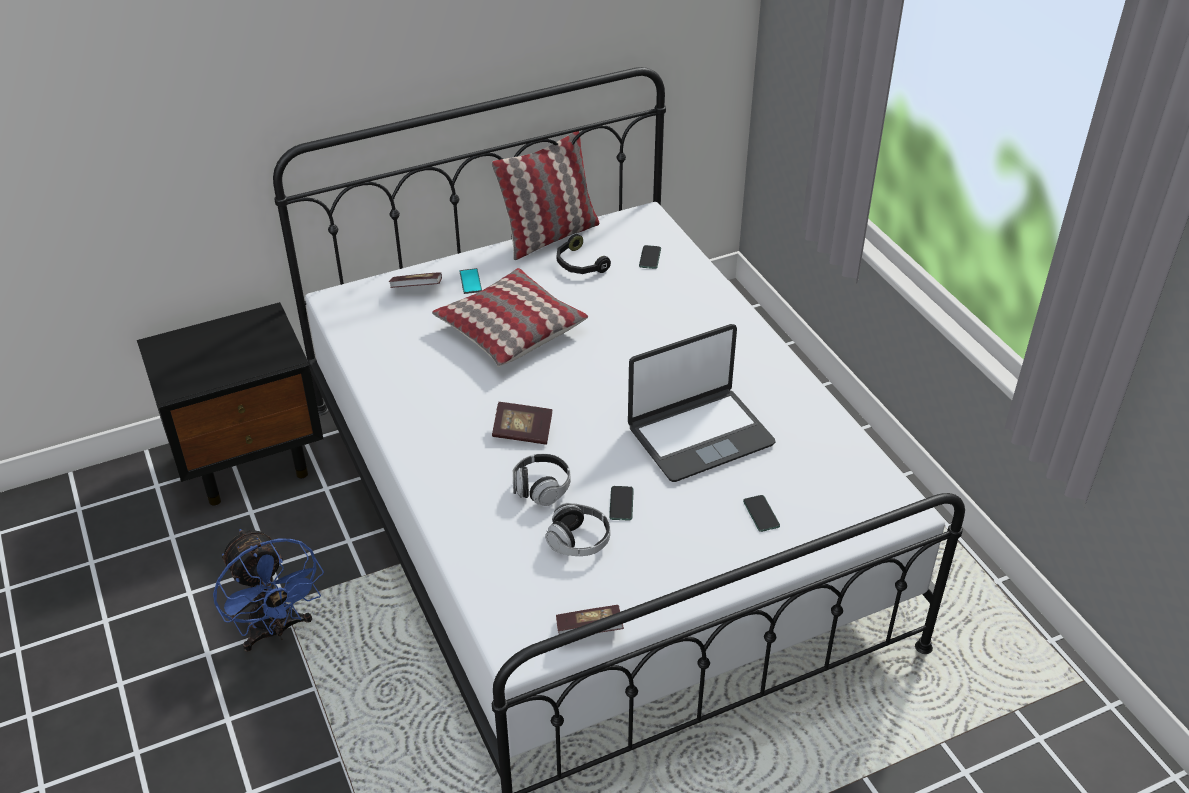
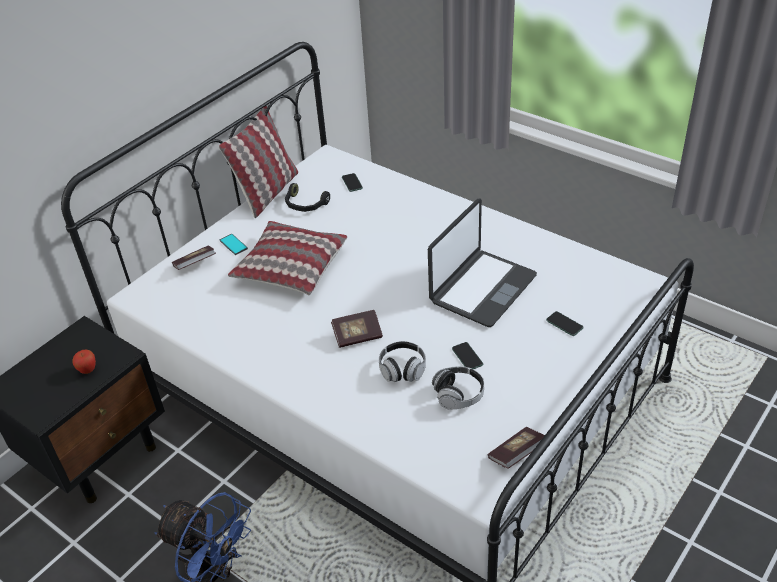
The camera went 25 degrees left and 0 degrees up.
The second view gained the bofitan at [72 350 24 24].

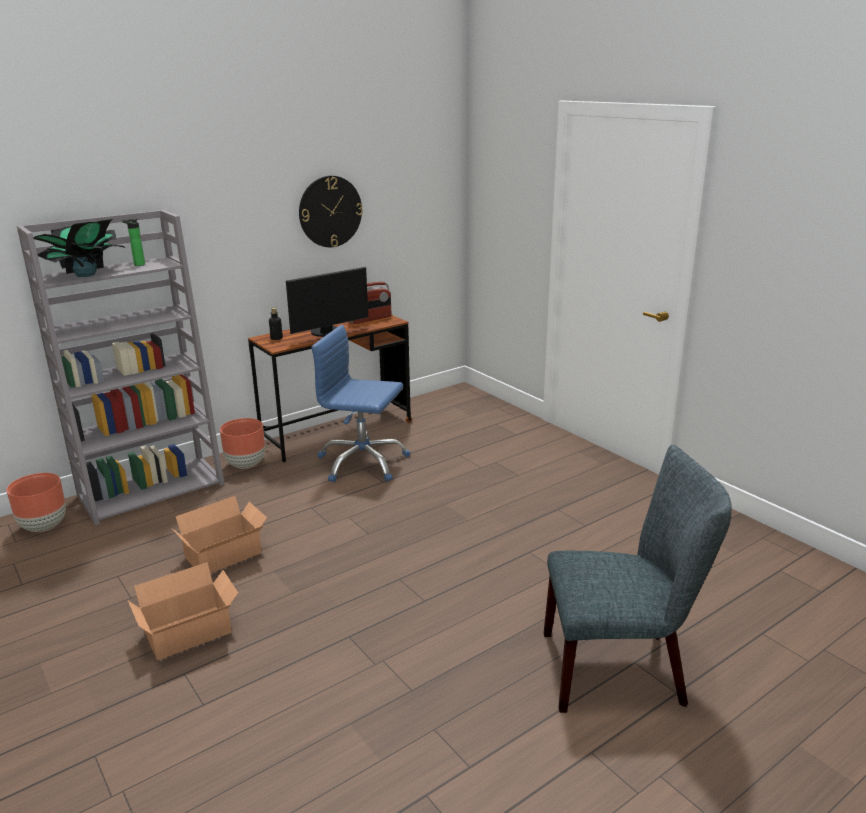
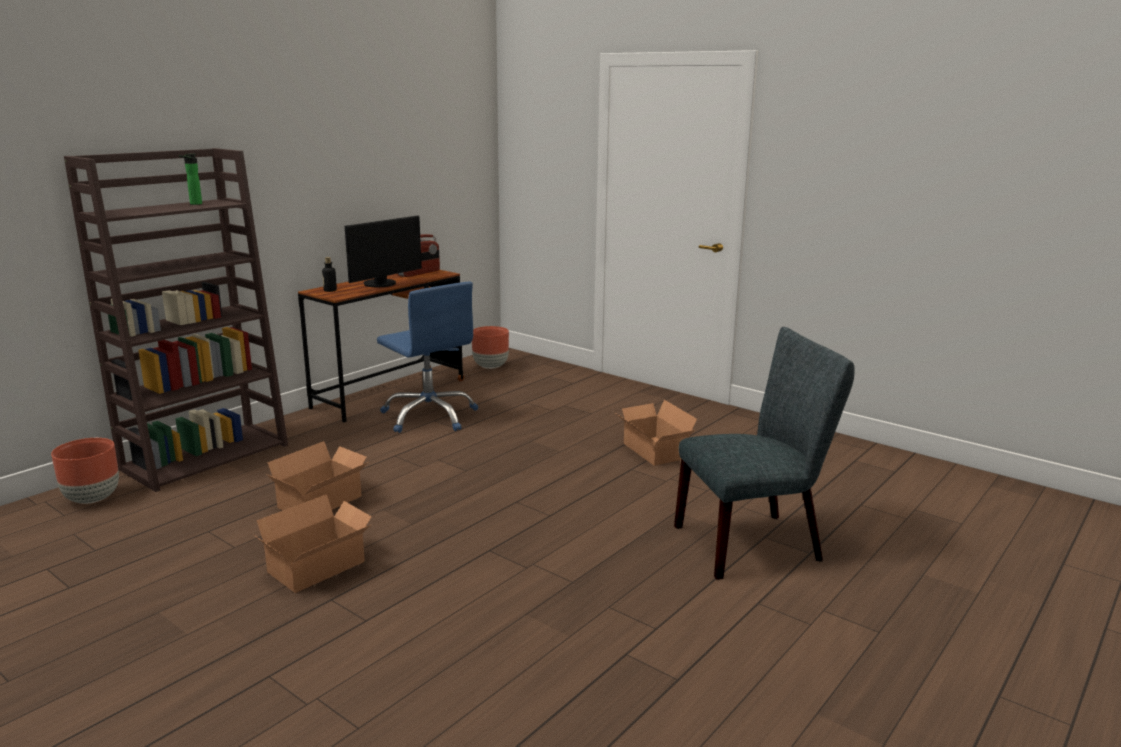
The camera went 15 degrees left and 5 degrees down.
What was the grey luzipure at [17 210 207 315] turned into the brown luzipure at [64 148 224 344].
The second view lost the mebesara at [34 219 92 58].
The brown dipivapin ended up elsewhere, having gone from [220 418 45 50] to [472 326 37 43].
The second view lost the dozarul at [299 176 64 71].
The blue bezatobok at [311 325 100 157] ended up facing another way, 135 degrees counterclockwise from before.
The second view gained the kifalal at [614 400 83 66].

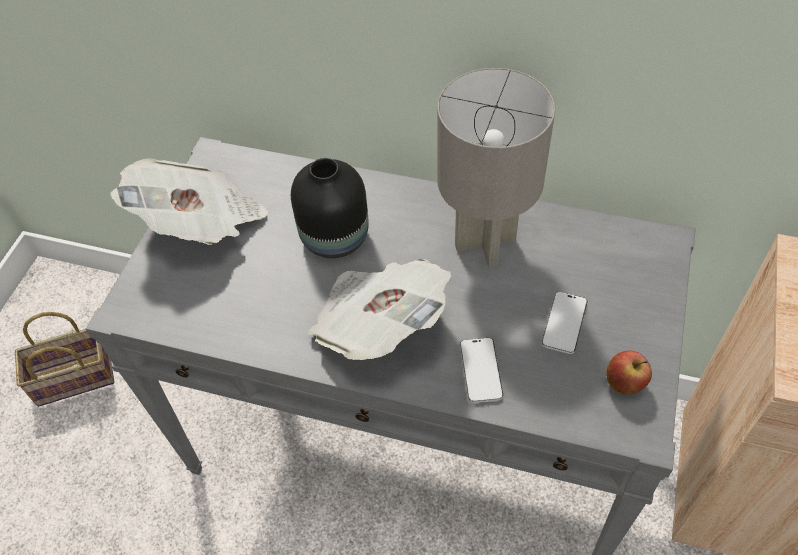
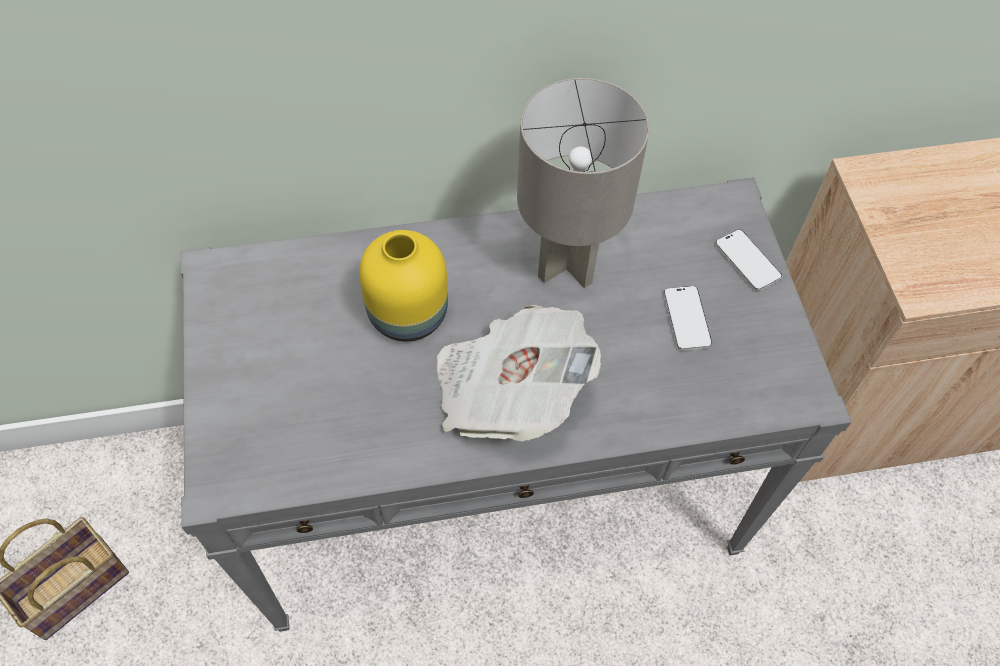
The camera went 30 degrees left and 5 degrees up.
The second view lost the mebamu at [110 158 158 87].
What was the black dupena at [291 158 78 100] turned into the yellow dupena at [359 230 89 111].
The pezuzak ended up elsewhere, having gone from [460 337 43 66] to [715 229 67 62].
The second view lost the bofitan at [606 350 46 45].

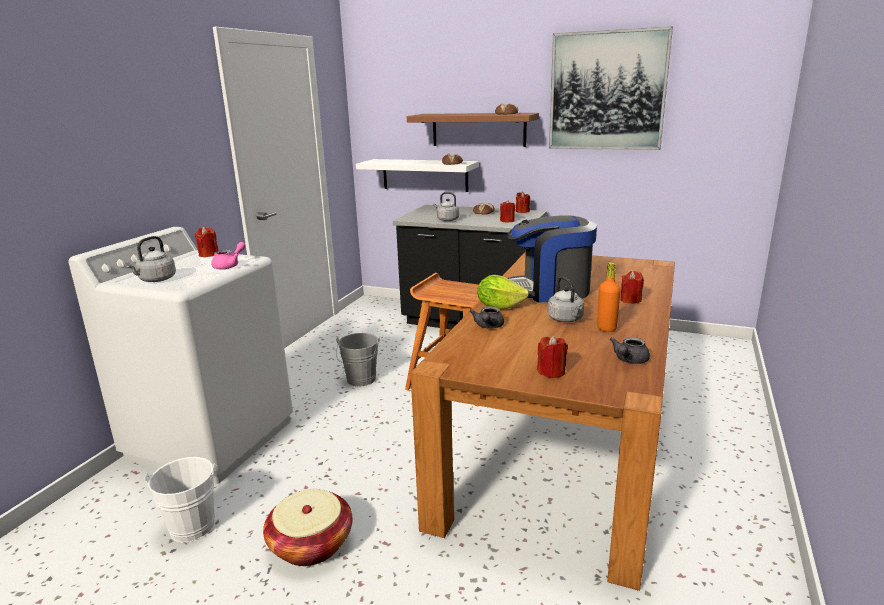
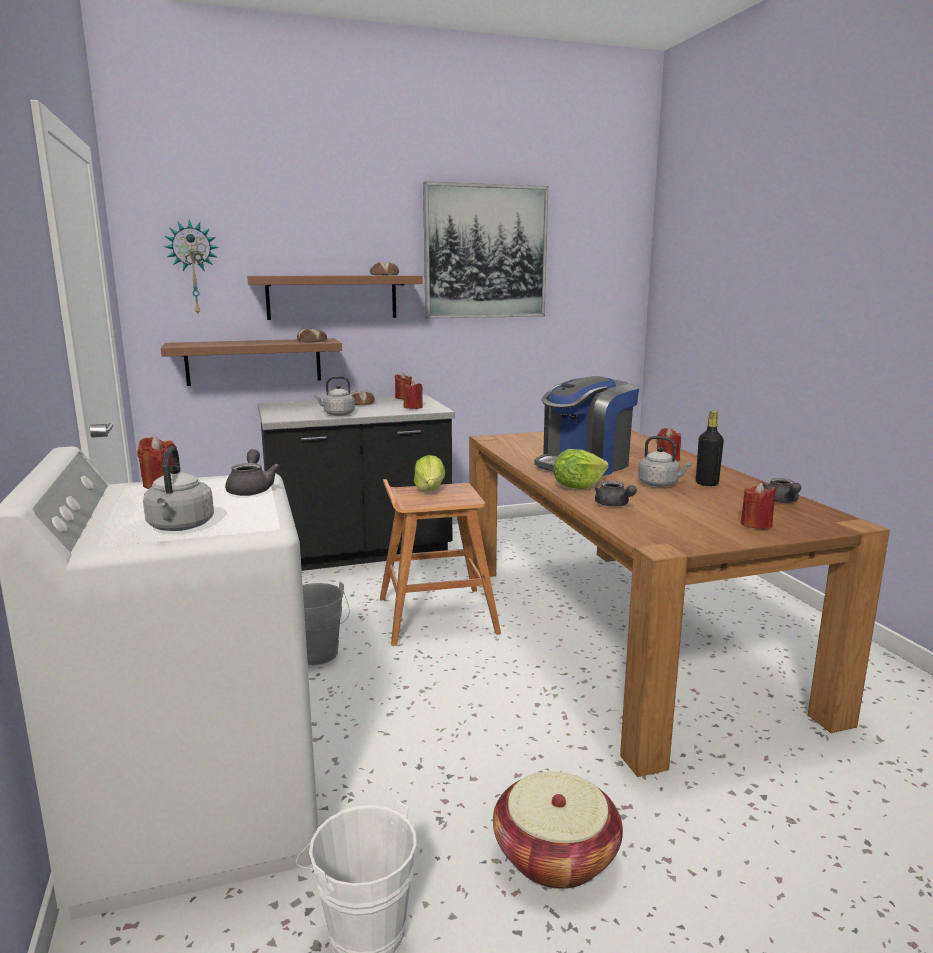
The camera went 40 degrees left and 5 degrees down.
What was the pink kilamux at [211 242 35 27] turned into the grey kilamux at [225 449 55 47].
What was the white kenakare at [356 159 123 33] turned into the brown kenakare at [161 338 181 48].
What was the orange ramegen at [597 262 24 70] turned into the black ramegen at [696 411 28 75].
The second view gained the dozarul at [164 220 55 94].
The second view gained the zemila at [414 455 31 36].

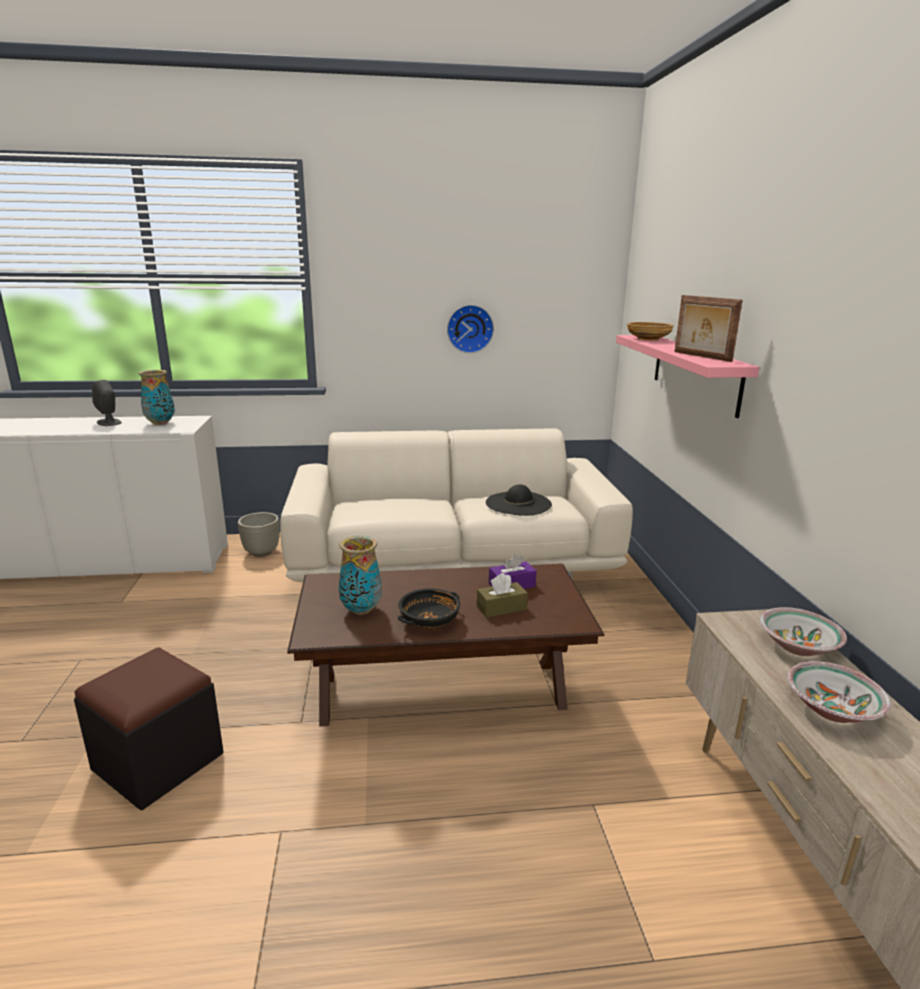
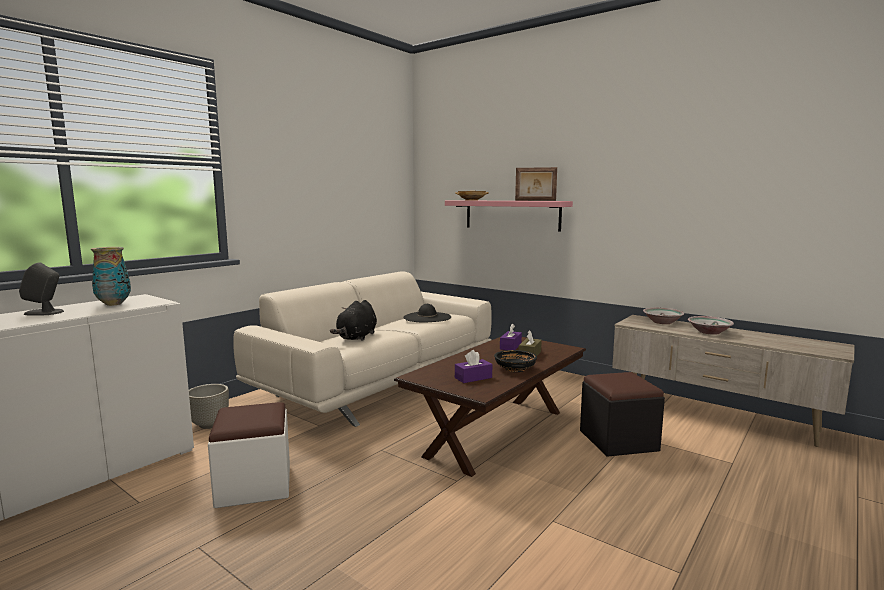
The camera went 45 degrees left and 10 degrees down.
The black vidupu ended up elsewhere, having gone from [74 648 150 162] to [580 372 85 85].
Where the dupena stood at [339 536 43 79], the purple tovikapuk came to stand at [455 350 37 33].
The second view lost the dozarul at [447 305 47 48].
The second view gained the white vidupu at [208 402 82 106].
The second view gained the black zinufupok at [330 300 47 41].

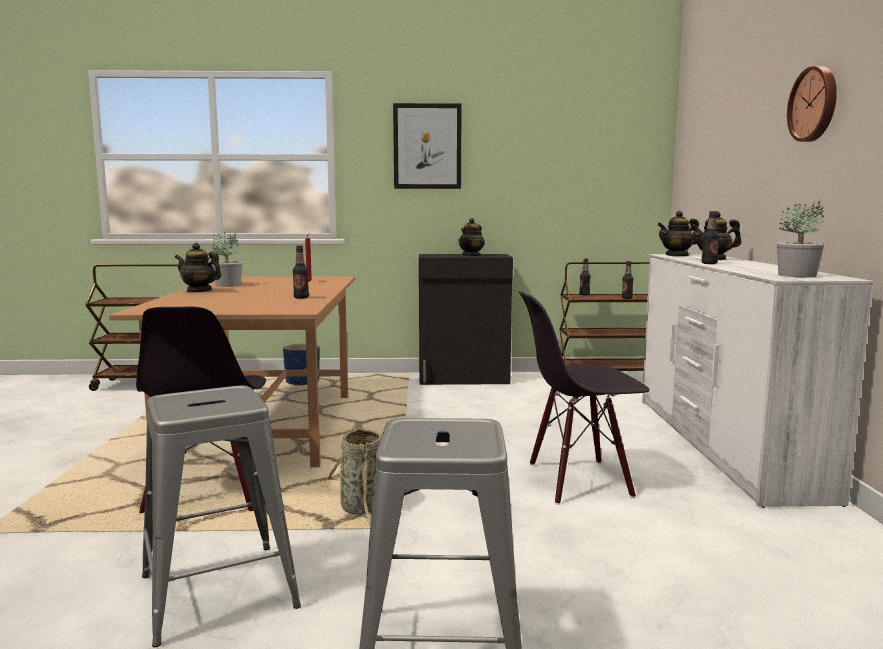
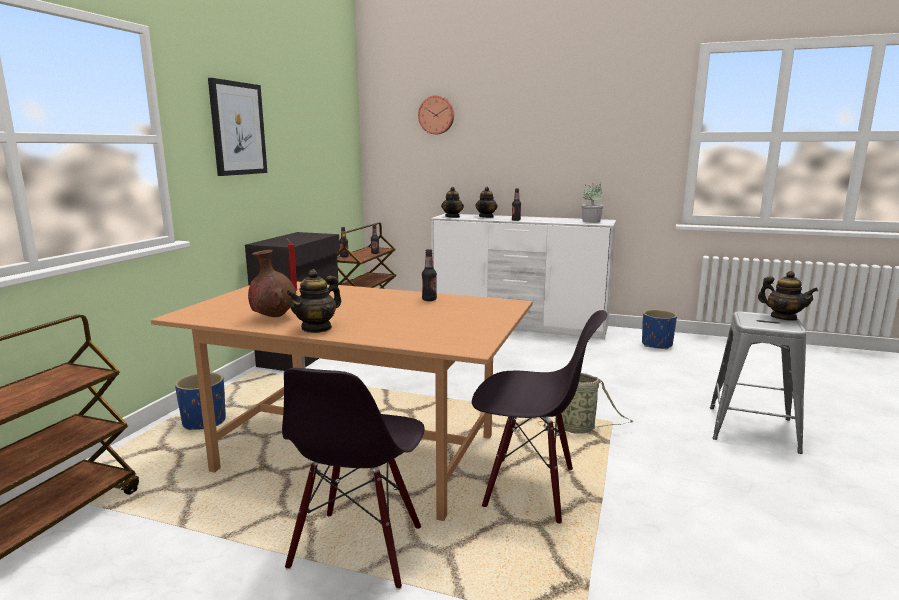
The camera went 70 degrees left and 5 degrees up.
The second view lost the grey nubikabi at [142 385 159 262].
Where the mebesara stood at [212 232 31 55], the brown dupena came to stand at [248 250 48 67].
The kilamux ended up elsewhere, having gone from [458 218 27 39] to [758 271 60 50].
The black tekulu ended up elsewhere, having gone from [519 292 130 213] to [282 368 143 222].
The dozarul ended up elsewhere, having gone from [787 66 50 76] to [418 96 36 38].
The second view gained the blue dipivapin at [642 310 35 40].

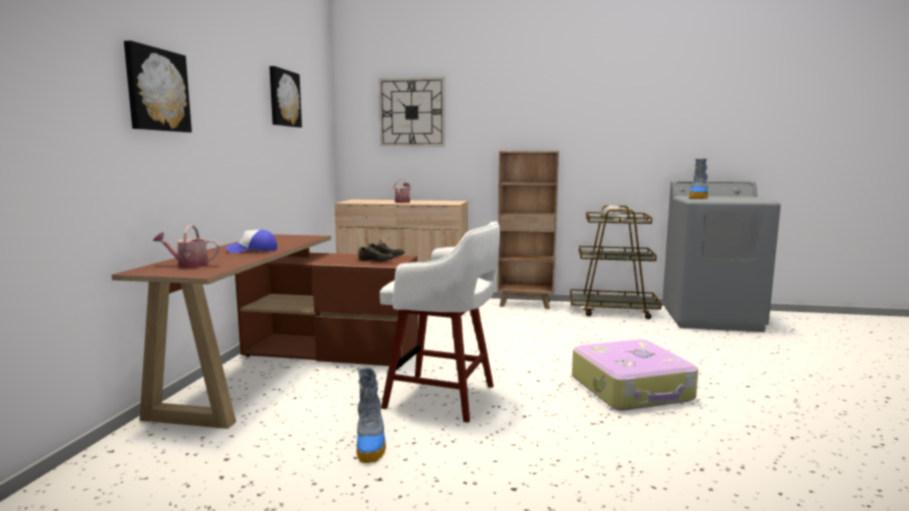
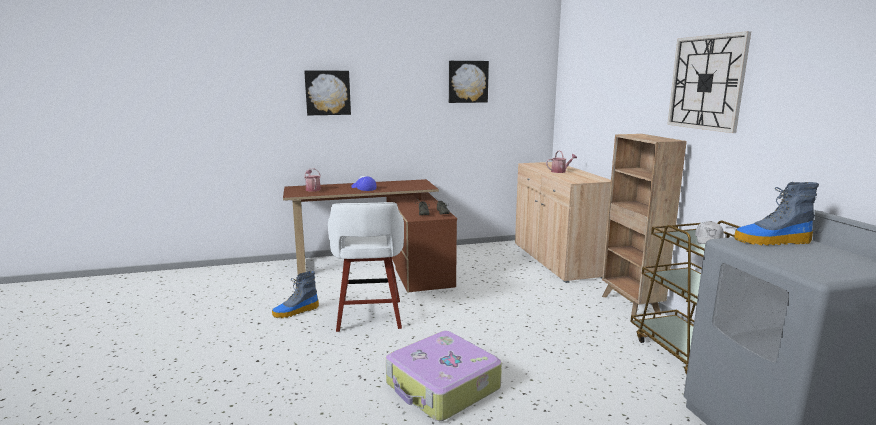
The camera went 65 degrees right and 5 degrees up.
The dozarul ended up elsewhere, having gone from [378 77 67 70] to [667 31 84 102].

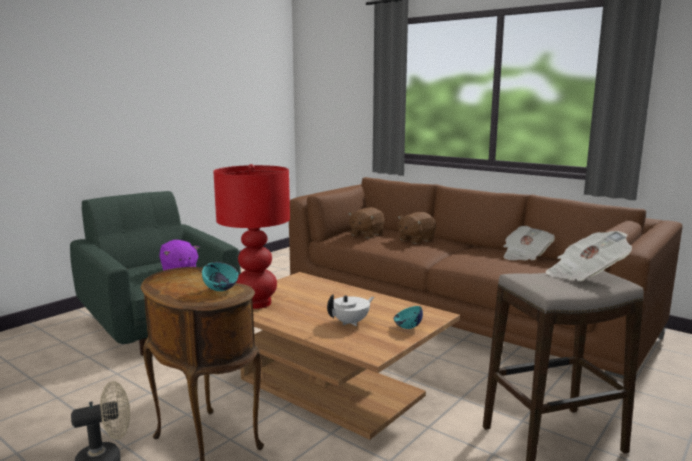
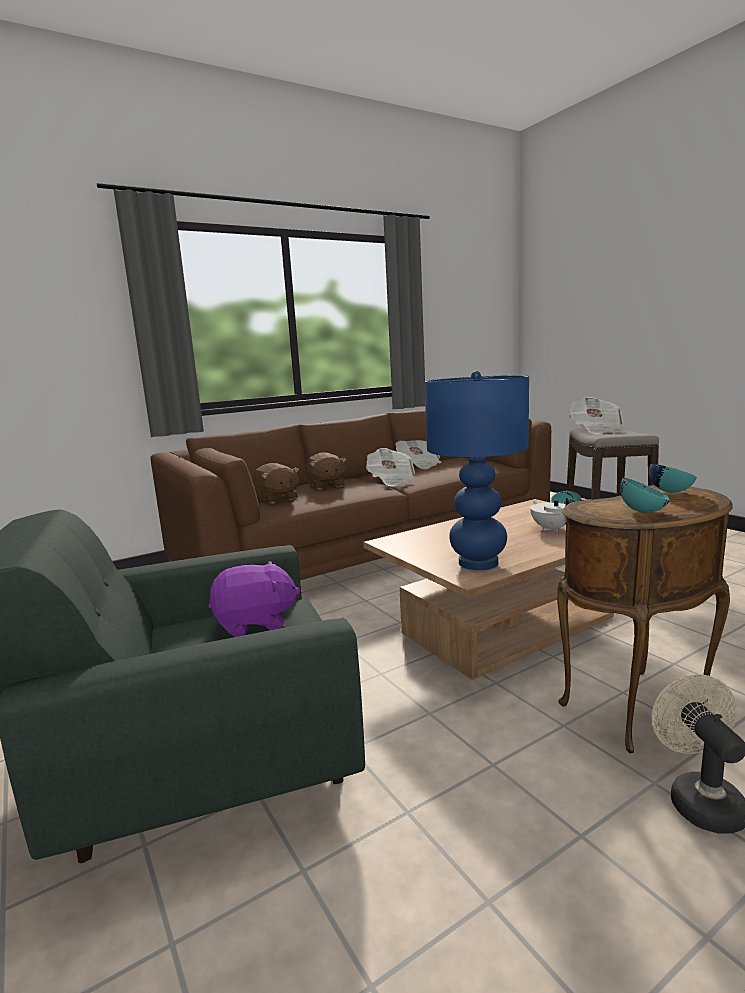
The camera went 70 degrees left and 0 degrees up.
What was the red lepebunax at [213 164 77 145] turned into the blue lepebunax at [425 371 104 199].
The second view gained the mebamu at [366 448 49 39].
The second view gained the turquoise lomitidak at [620 478 51 35].

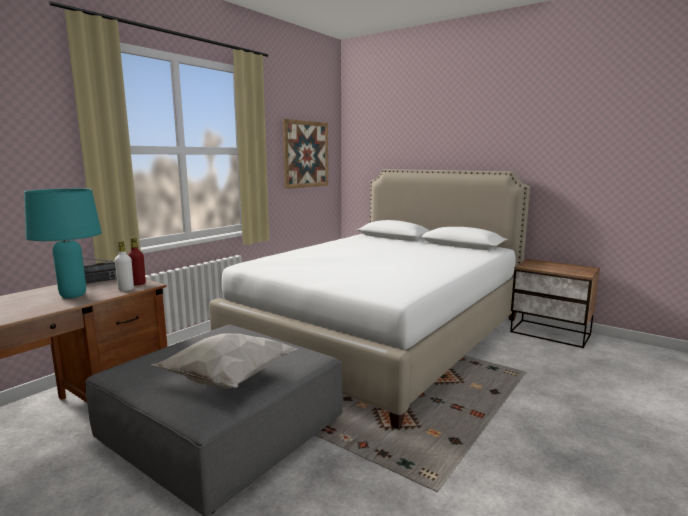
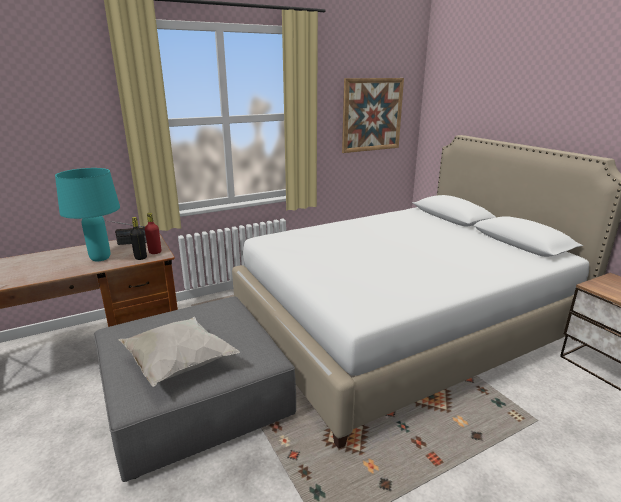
The camera went 25 degrees right and 10 degrees up.
What was the white ramegen at [115 241 19 50] turned into the black ramegen at [130 217 17 43].

